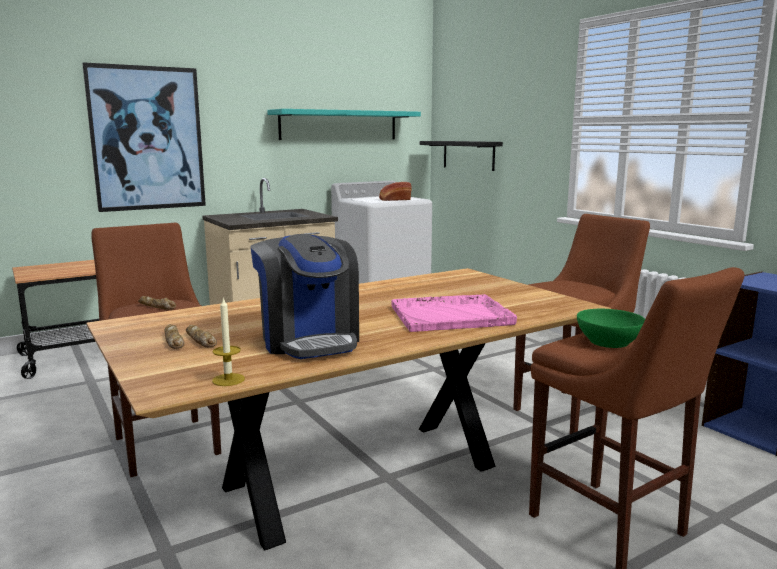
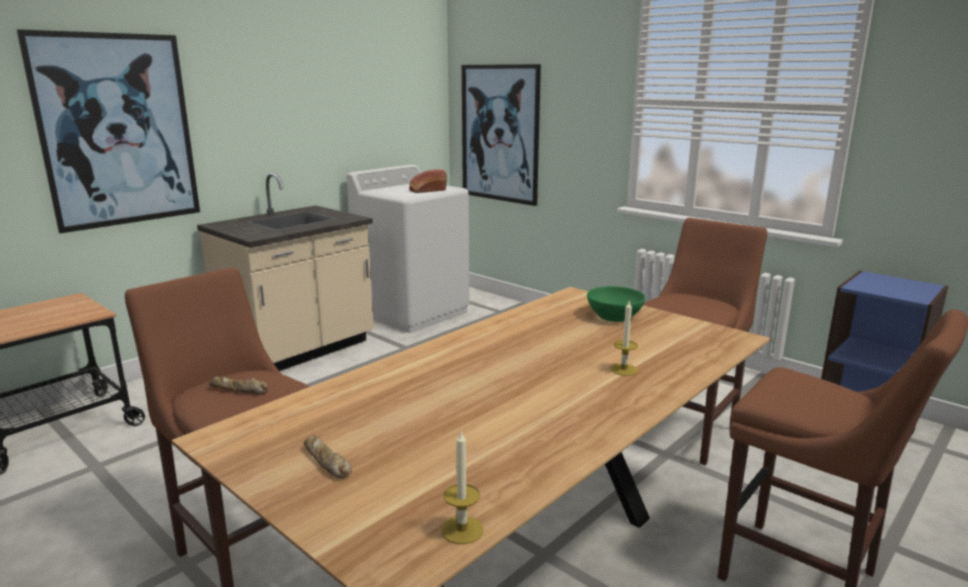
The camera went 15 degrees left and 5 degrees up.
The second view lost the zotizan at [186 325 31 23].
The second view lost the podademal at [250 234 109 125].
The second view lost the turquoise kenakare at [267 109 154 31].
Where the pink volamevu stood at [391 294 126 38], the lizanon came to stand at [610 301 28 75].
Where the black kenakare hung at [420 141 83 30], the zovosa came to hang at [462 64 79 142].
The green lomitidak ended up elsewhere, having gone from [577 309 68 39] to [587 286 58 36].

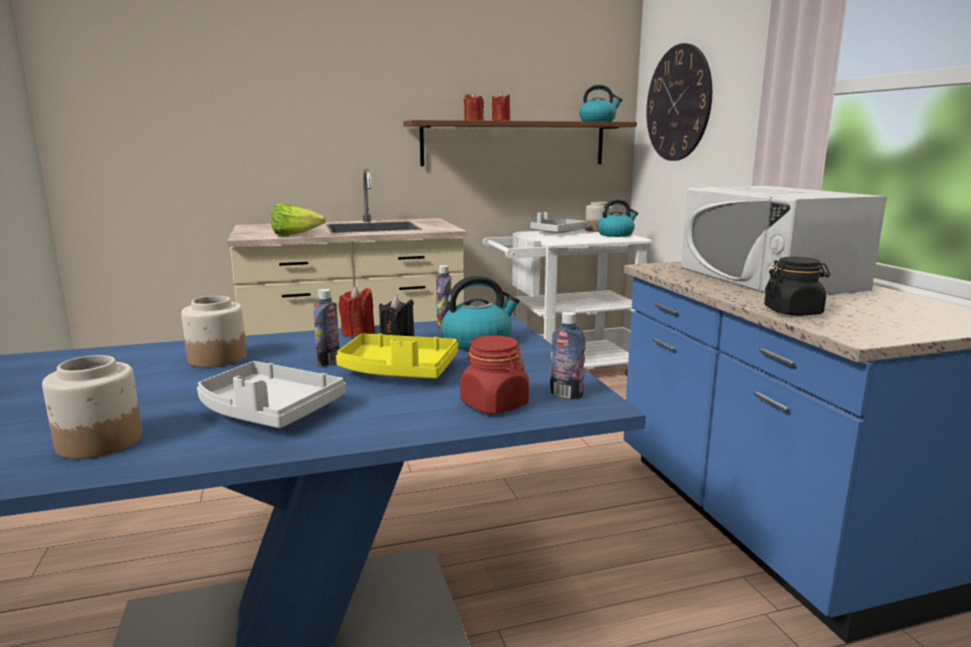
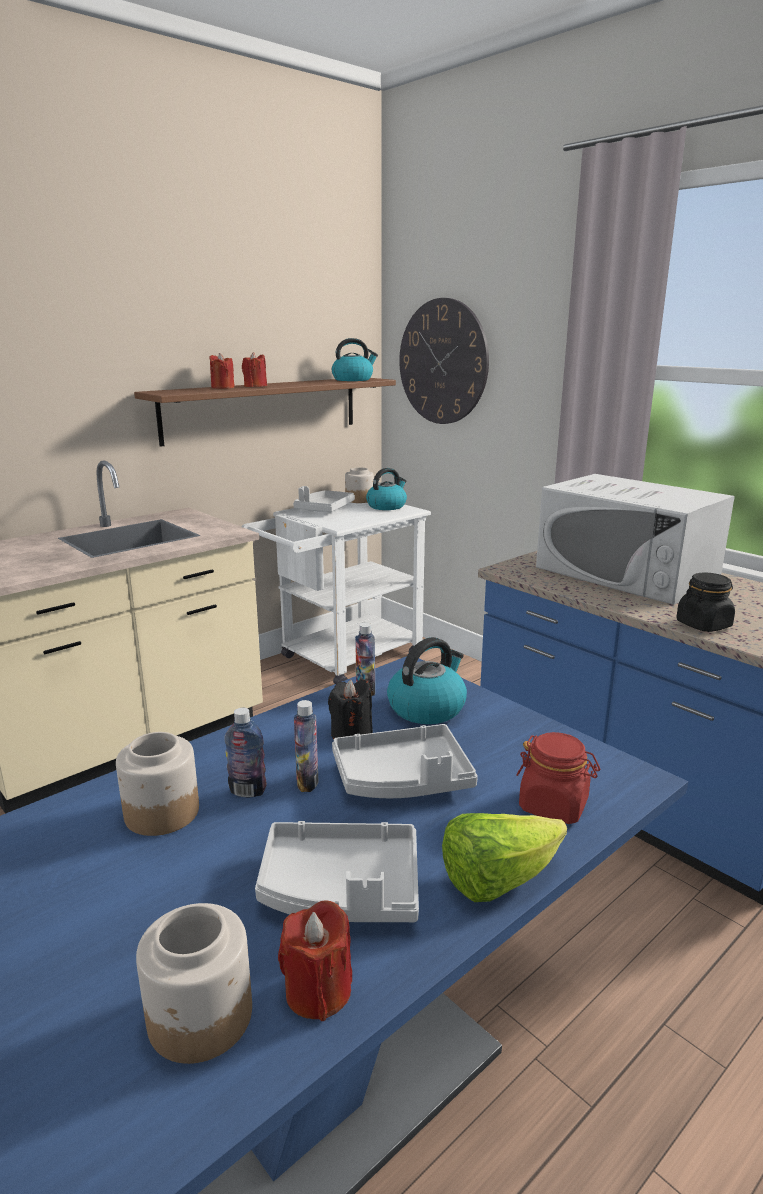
The camera went 25 degrees left and 5 degrees up.
The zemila ended up elsewhere, having gone from [271 203 55 33] to [442 813 125 89].
What was the yellow volamevu at [336 333 122 46] turned into the grey volamevu at [332 724 146 74].
The red lizanon ended up elsewhere, having gone from [338 286 37 51] to [278 900 74 121].
The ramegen ended up elsewhere, having gone from [550 312 36 87] to [224 708 43 89].

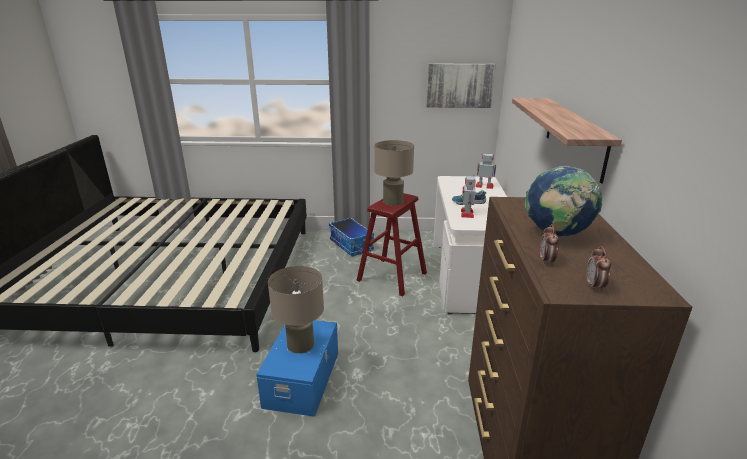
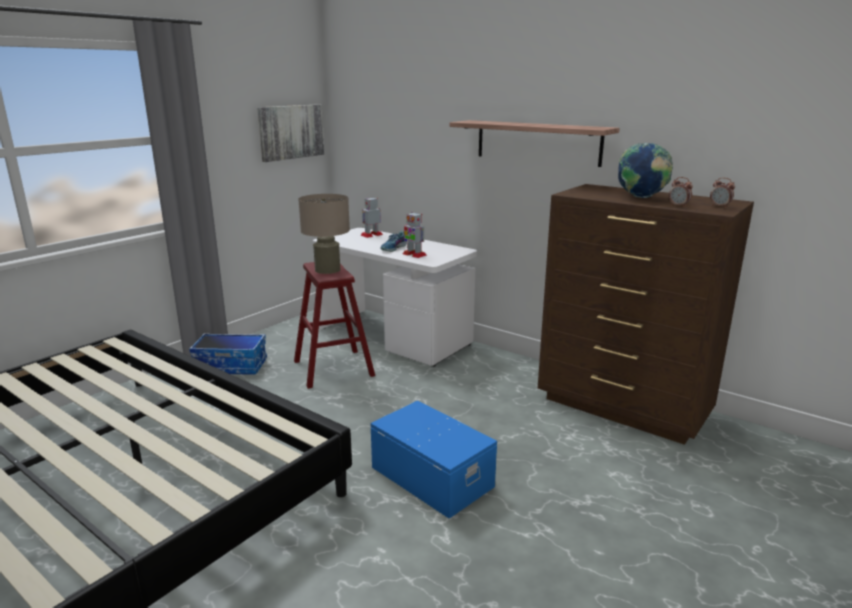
The camera went 55 degrees left and 5 degrees down.
The second view lost the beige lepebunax at [268 266 56 88].

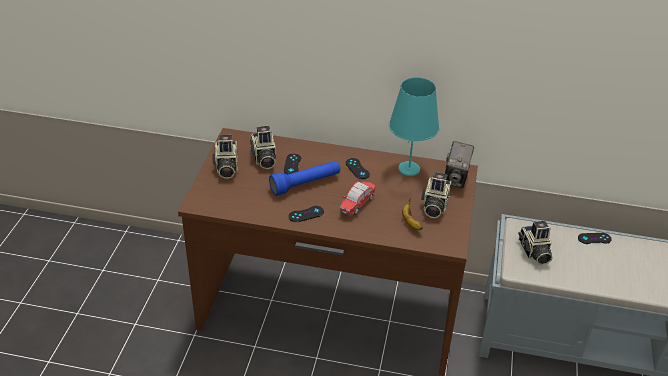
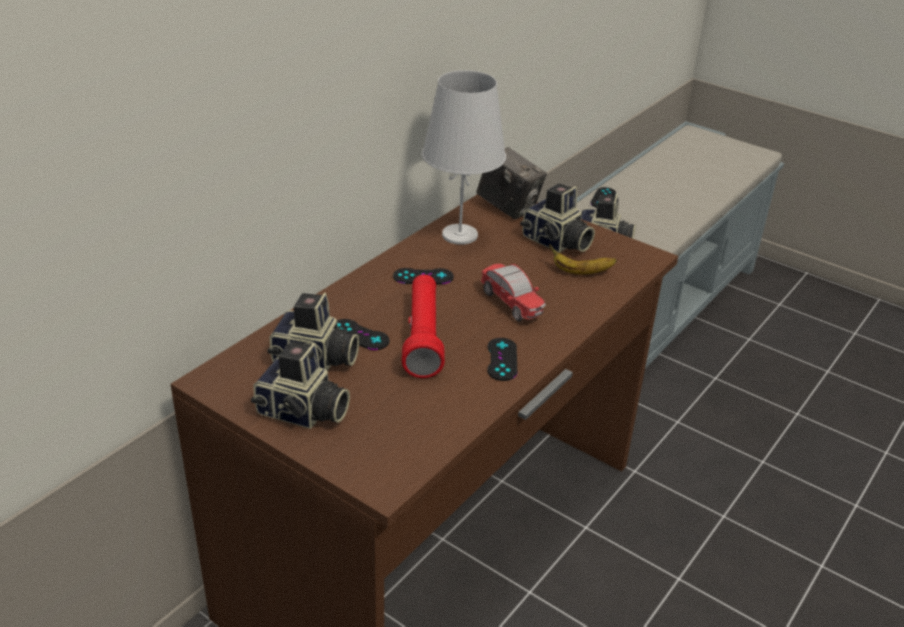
The camera went 65 degrees left and 5 degrees down.
What was the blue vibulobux at [269 161 71 35] turned into the red vibulobux at [402 275 43 103].
What was the turquoise lepebunax at [389 77 50 99] turned into the white lepebunax at [422 70 84 175].

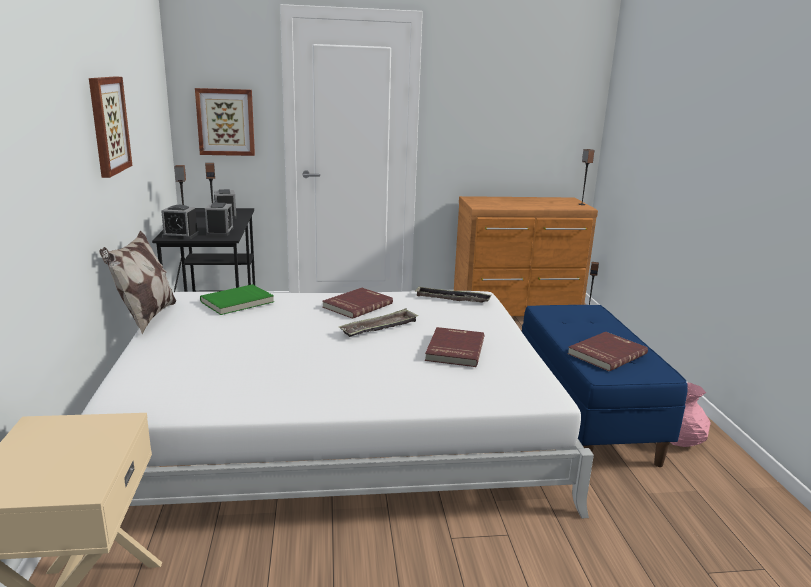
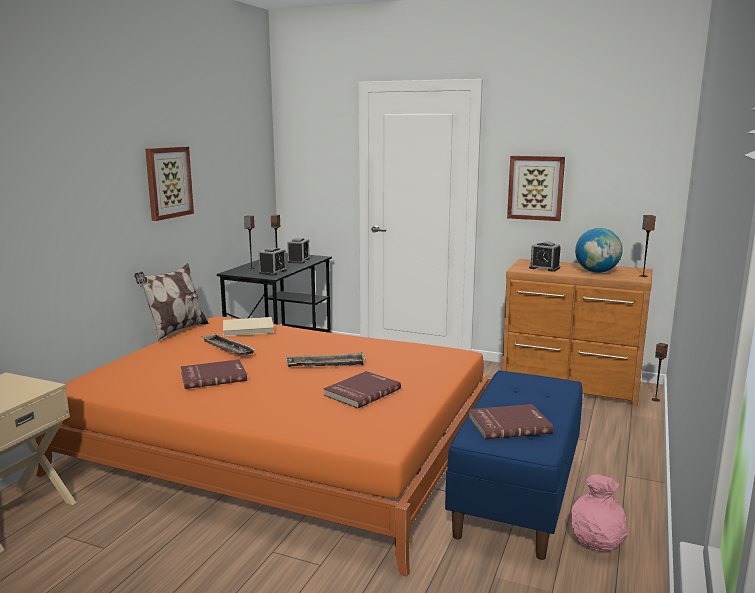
The camera went 30 degrees right and 5 degrees down.
What was the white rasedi at [81 291 513 227] turned into the orange rasedi at [35 316 458 261].
The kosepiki ended up elsewhere, having gone from [161 205 38 34] to [529 242 32 30].
The zovosa ended up elsewhere, having gone from [195 88 60 68] to [507 156 58 65].
What was the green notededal at [200 284 74 31] turned into the beige notededal at [223 317 51 19].
The red notededal ended up elsewhere, having gone from [322 288 71 31] to [181 359 66 30].
The volamevu ended up elsewhere, having gone from [415 287 77 16] to [201 334 55 21].
The second view gained the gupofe at [575 228 48 45].

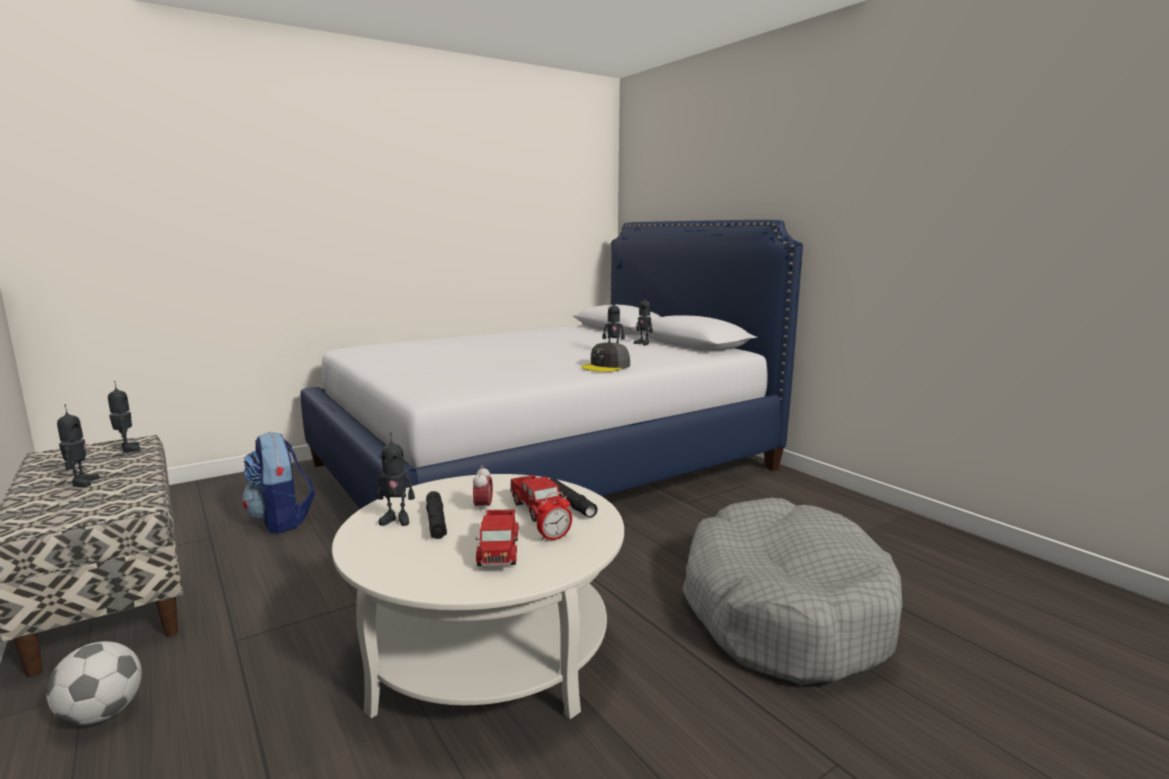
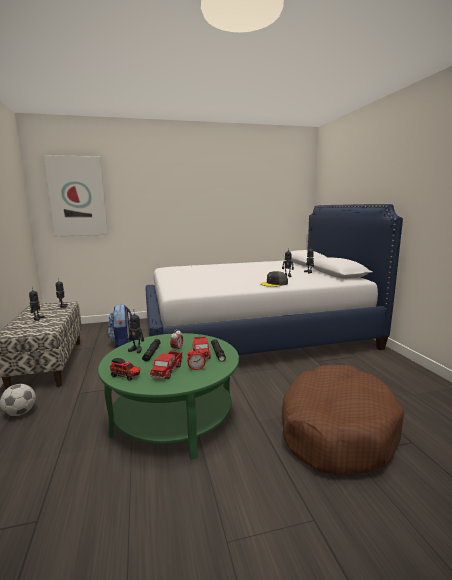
The camera went 20 degrees right and 0 degrees up.
What was the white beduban at [332 474 292 245] turned into the green beduban at [98 333 141 127].
What was the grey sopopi at [682 498 220 187] turned into the brown sopopi at [282 365 123 110].
The second view gained the zovosa at [44 155 64 81].
The second view gained the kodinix at [110 358 31 23].

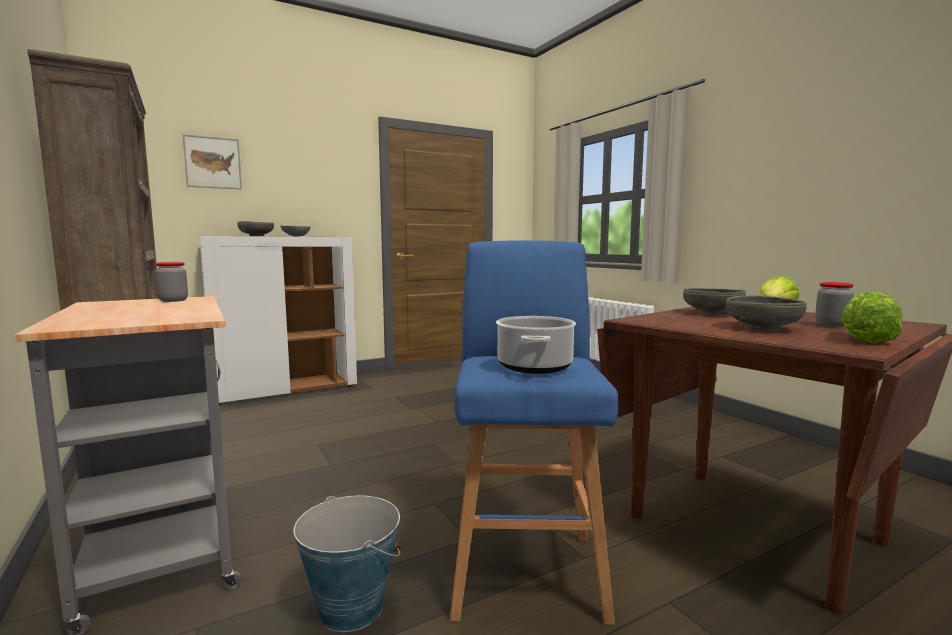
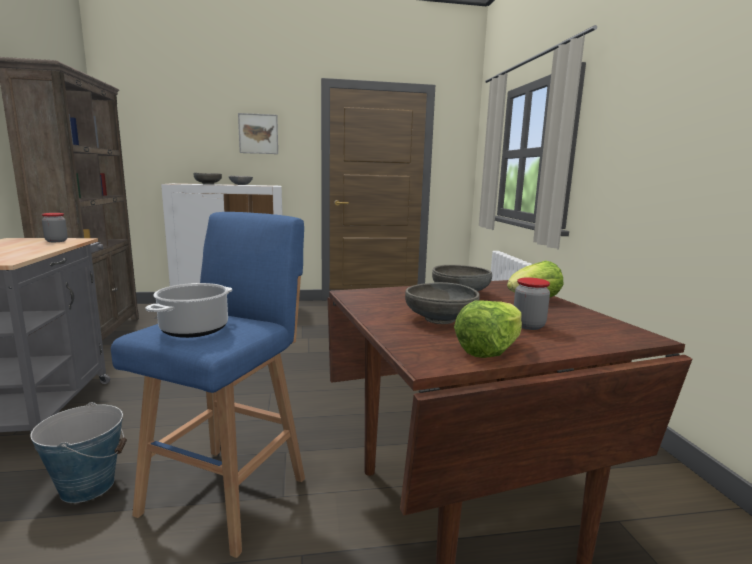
The camera went 20 degrees right and 5 degrees up.
The zovosa ended up elsewhere, having gone from [182 134 60 55] to [238 113 40 41].

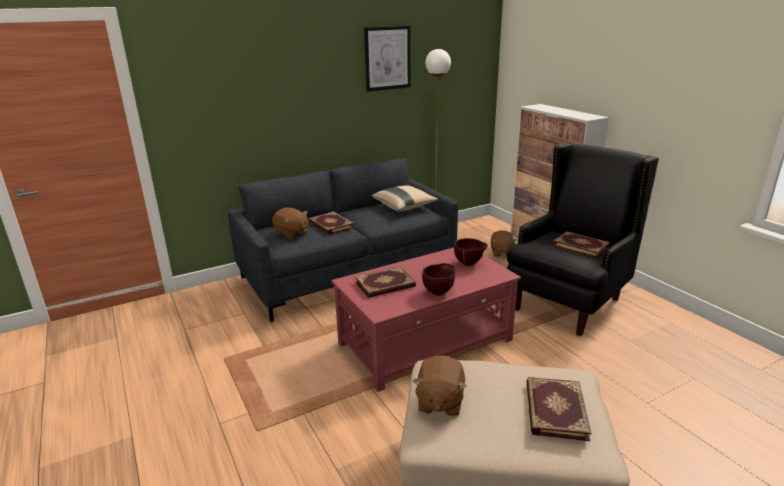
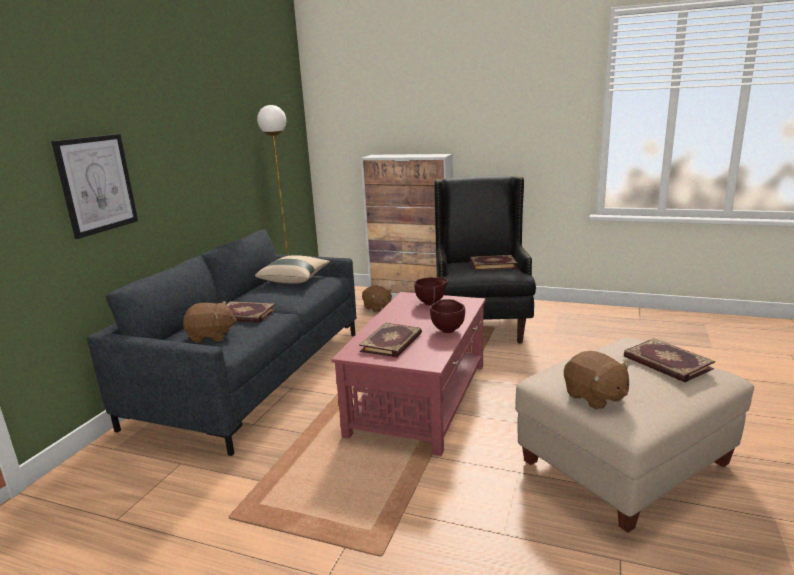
The camera went 40 degrees left and 5 degrees down.
The zovosa ended up elsewhere, having gone from [364 26 46 66] to [51 134 87 105].

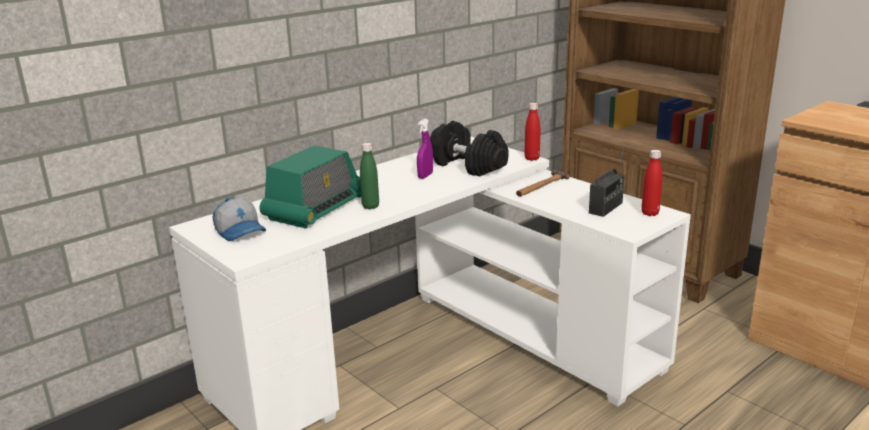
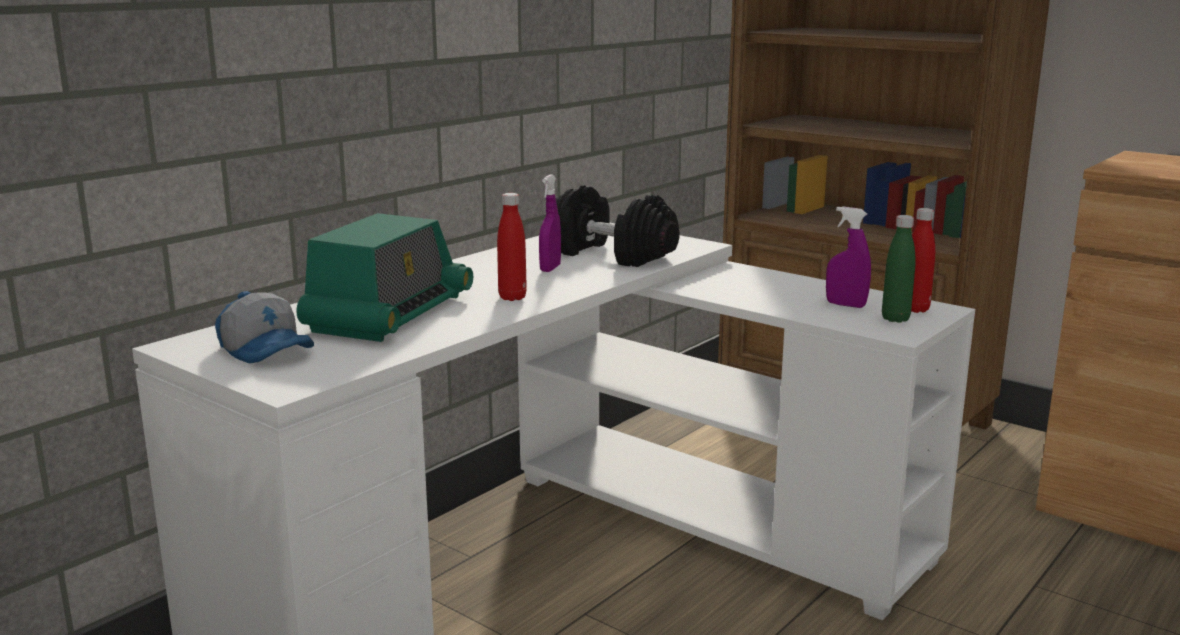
The camera went 10 degrees left and 5 degrees down.
The green ramegen ended up elsewhere, having gone from [360 143 19 66] to [882 215 34 108].
The second view lost the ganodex at [516 170 54 27].
The red ramegen ended up elsewhere, having gone from [525 103 15 58] to [497 193 30 108].
Where the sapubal stood at [589 142 36 75], the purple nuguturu came to stand at [826 206 45 102].

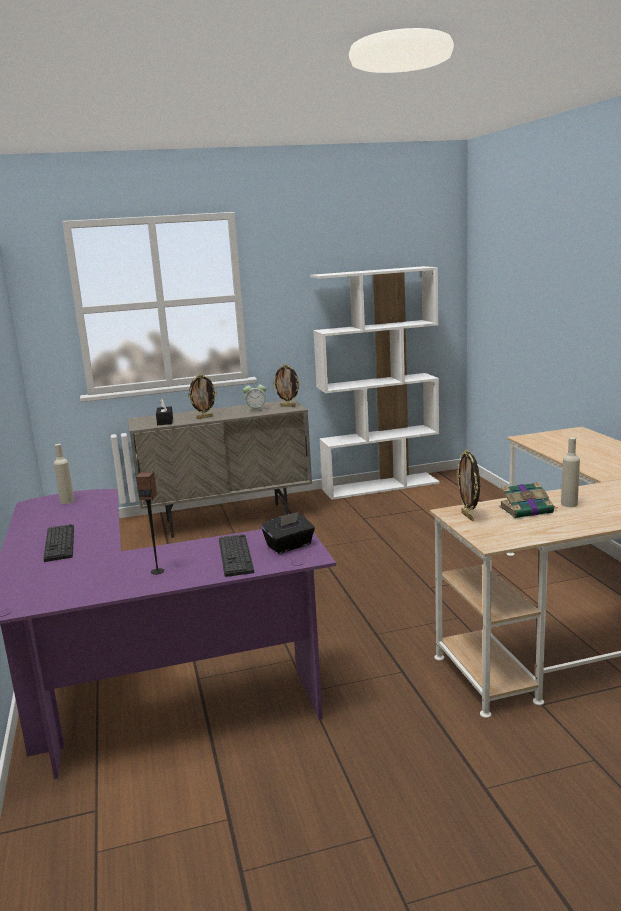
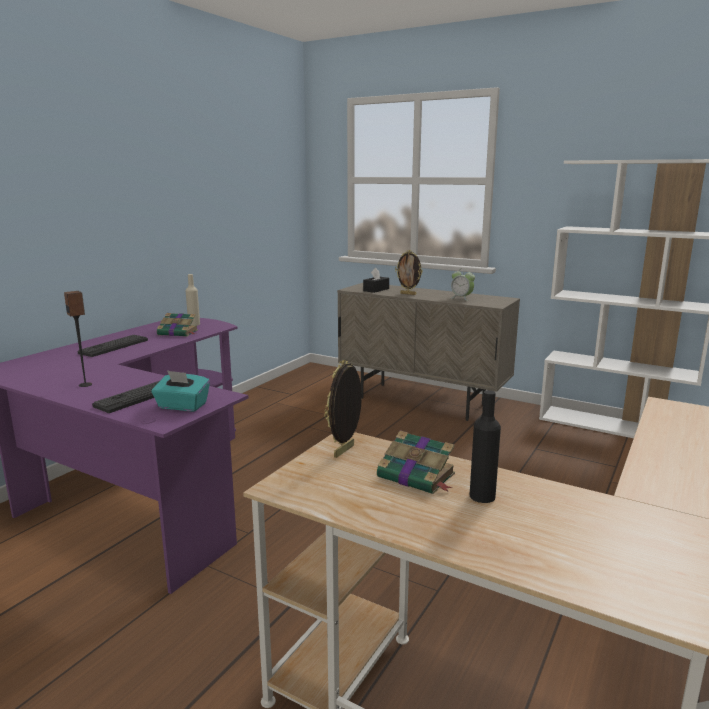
The camera went 45 degrees right and 0 degrees up.
What was the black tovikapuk at [261 512 54 42] turned into the turquoise tovikapuk at [152 370 58 41].
The second view lost the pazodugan at [273 364 27 43].
What was the beige ramegen at [561 437 19 70] turned into the black ramegen at [470 390 31 113].
The second view gained the notededal at [157 313 41 24].

